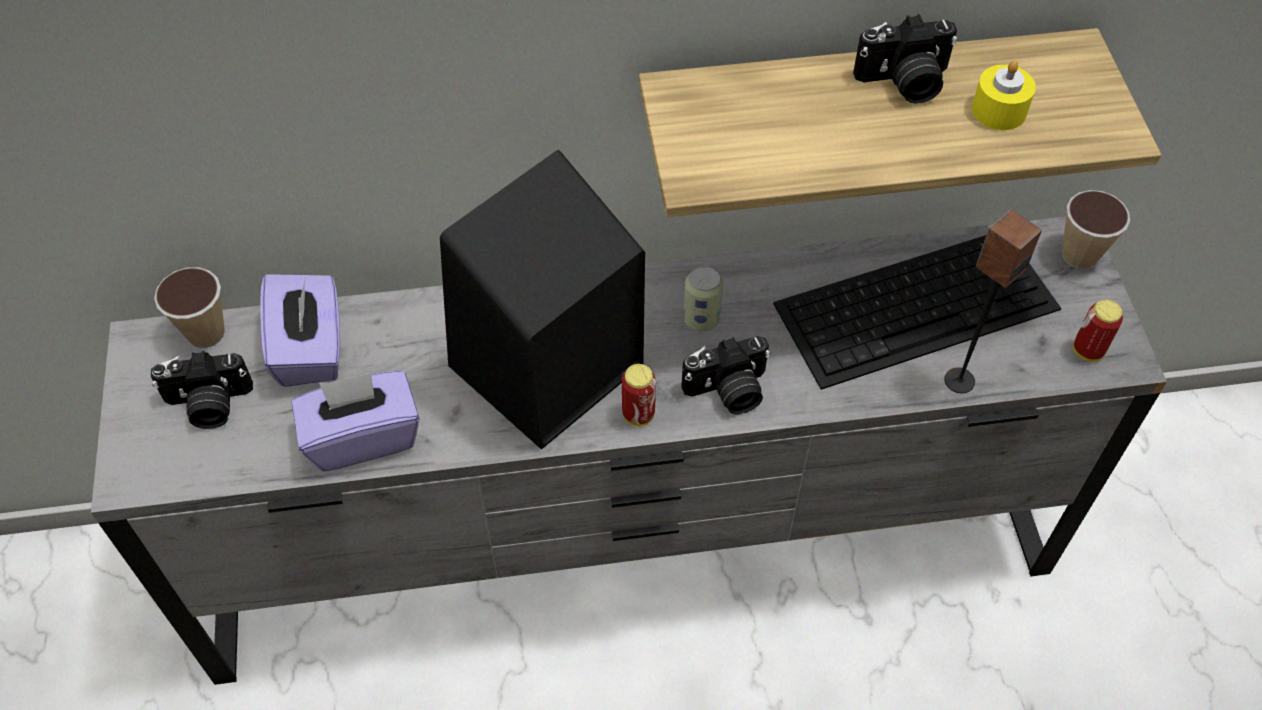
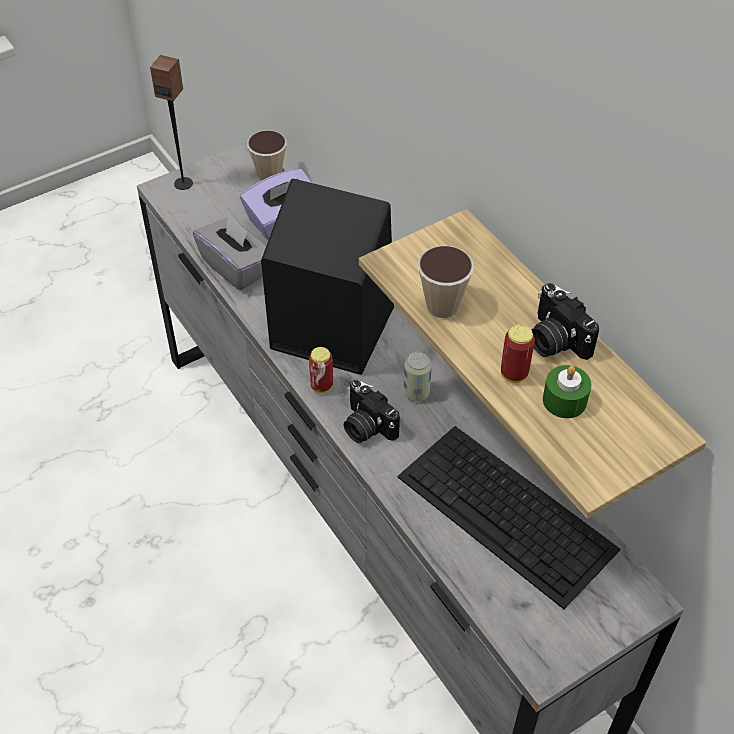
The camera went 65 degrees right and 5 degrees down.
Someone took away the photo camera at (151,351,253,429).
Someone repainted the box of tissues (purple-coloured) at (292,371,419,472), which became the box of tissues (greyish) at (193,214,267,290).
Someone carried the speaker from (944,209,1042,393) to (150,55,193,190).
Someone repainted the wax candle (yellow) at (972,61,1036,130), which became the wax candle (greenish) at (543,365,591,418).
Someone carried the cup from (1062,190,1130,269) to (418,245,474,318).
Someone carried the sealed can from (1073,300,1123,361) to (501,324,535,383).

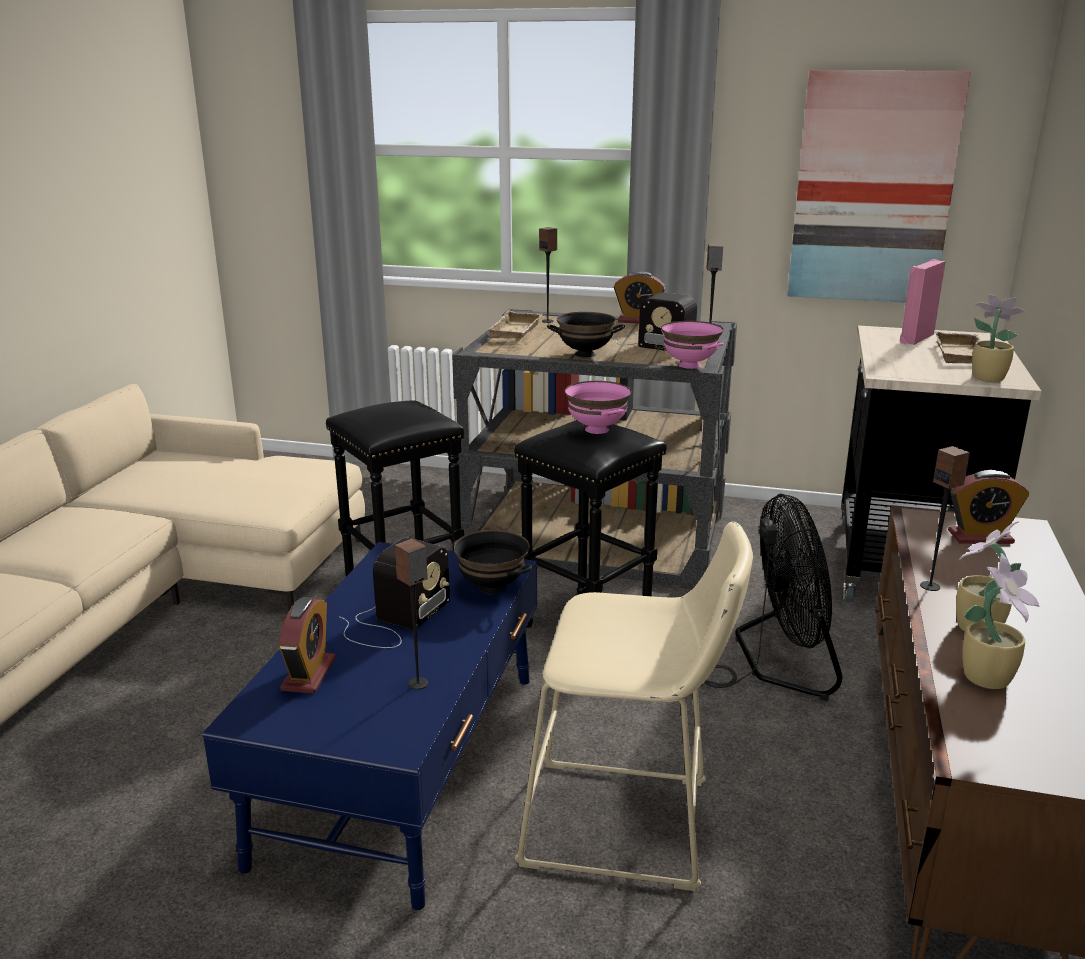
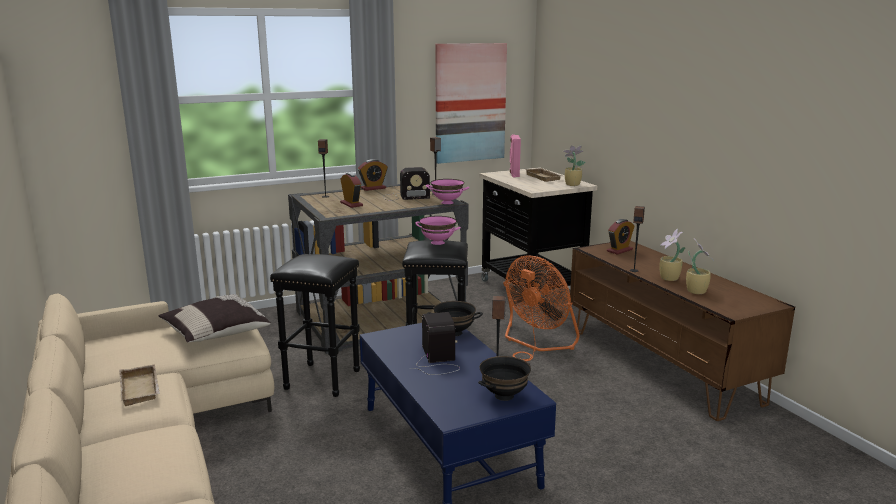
The camera went 40 degrees left and 5 degrees down.
Someone carried the table clock from (278,597,336,694) to (340,173,363,208).
Someone carried the carrying tray (sand-coloured) from (489,310,542,339) to (119,364,160,406).
Someone took away the stool (sand-coloured) at (514,521,753,891).
Someone carried the deep dish (black) from (547,312,625,358) to (478,356,531,401).
Someone repainted the fan (black) at (702,494,842,702), which became the fan (orange) at (503,255,580,361).
Someone put down the throw pillow at (158,294,271,342).

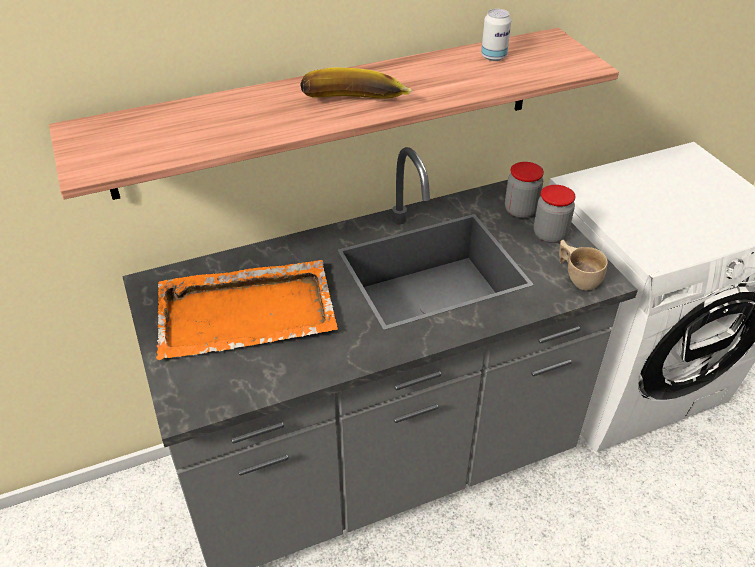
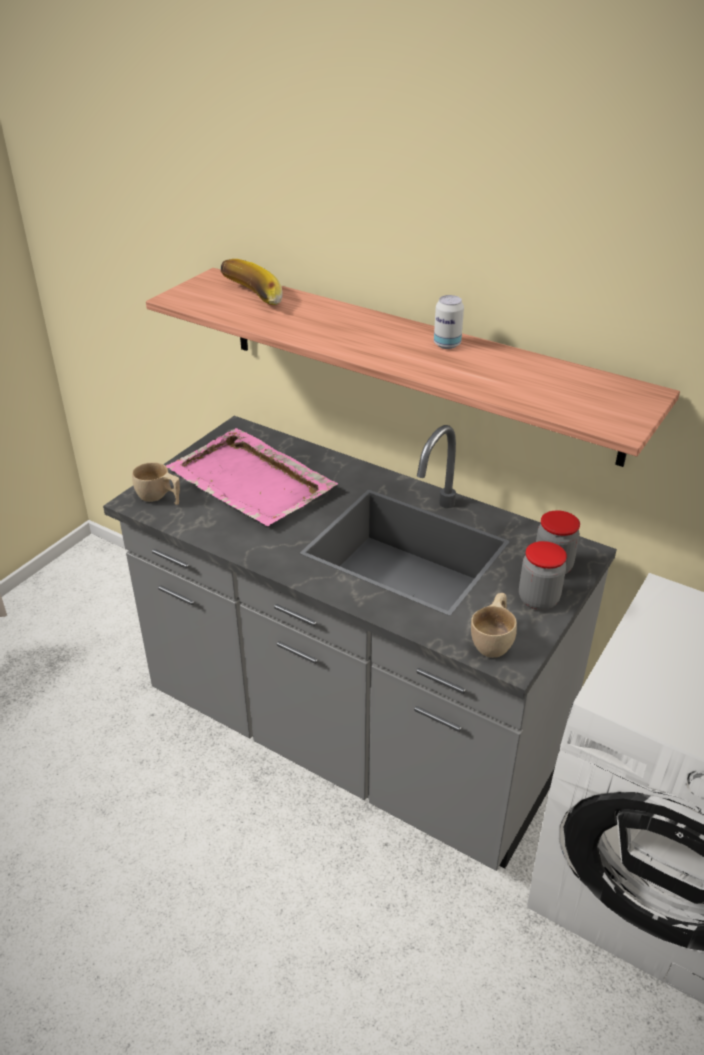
The camera went 55 degrees right and 5 degrees down.
Someone repainted the carrying tray (orange) at (156,260,338,361), which became the carrying tray (pink) at (166,428,338,526).
Someone carried the banana from (300,68,412,99) to (221,259,283,305).
Someone carried the sealed can from (481,9,511,61) to (434,295,464,349).
Someone put down the cup (sand-coloured) at (132,462,180,505).

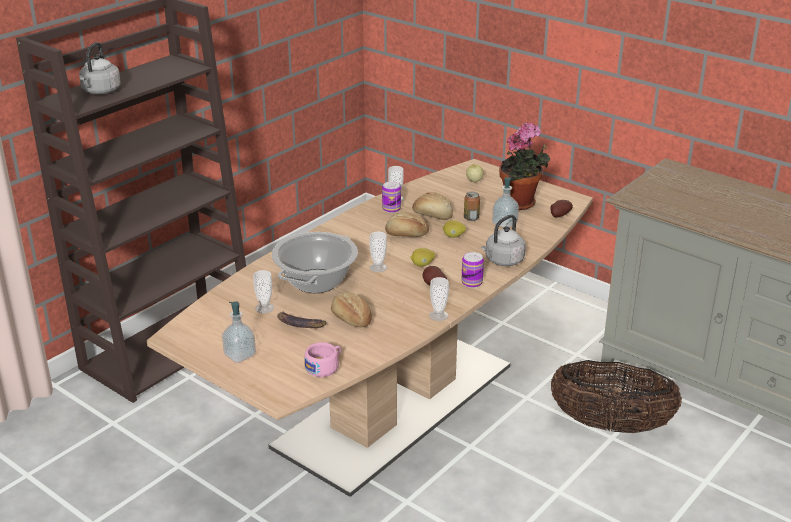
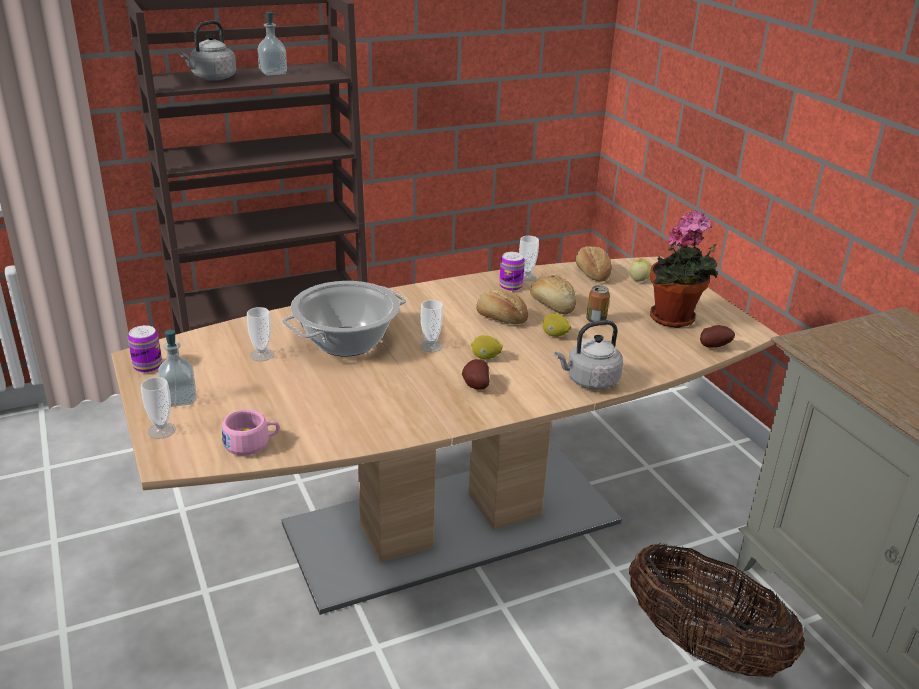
The camera went 25 degrees right and 0 degrees up.
Someone took away the banana at (277,311,327,328).
Someone carried the bakery bread from (331,292,372,327) to (575,246,612,282).
Someone carried the cup from (429,277,449,321) to (141,377,176,439).
Someone carried the sealed can from (462,252,484,288) to (128,325,162,373).
Someone carried the soap bottle from (492,177,519,227) to (257,12,287,75).

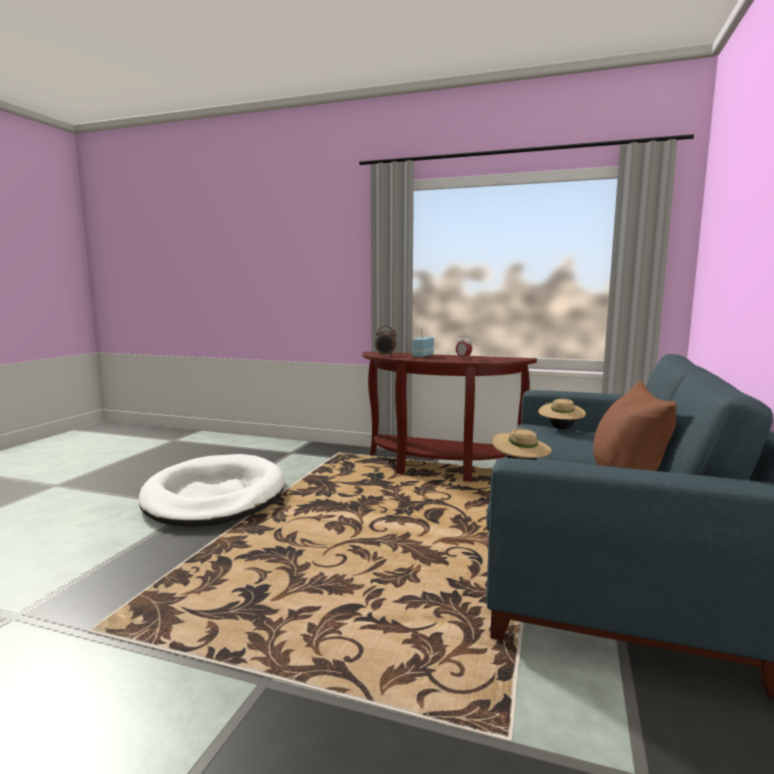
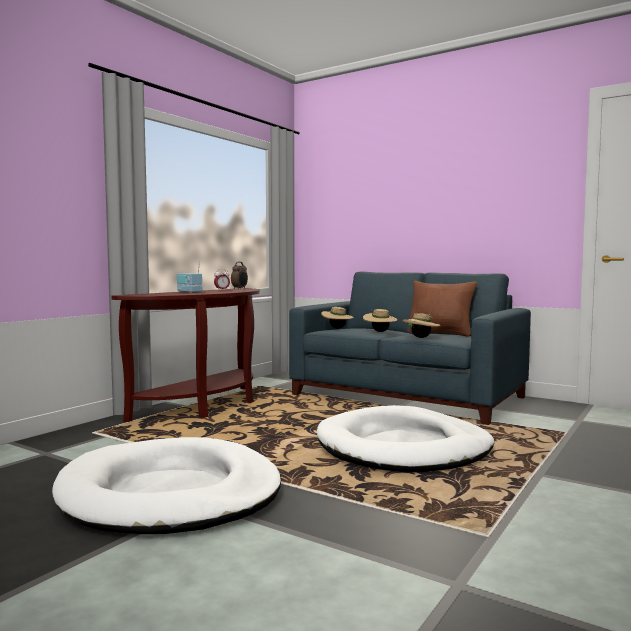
The camera went 75 degrees left and 5 degrees down.
Someone carried the table clock from (375,326,396,356) to (231,262,248,289).
Someone put down the pet bed (whitish) at (317,405,494,472).
Someone put down the wearable hat (sand-coloured) at (363,309,397,332).

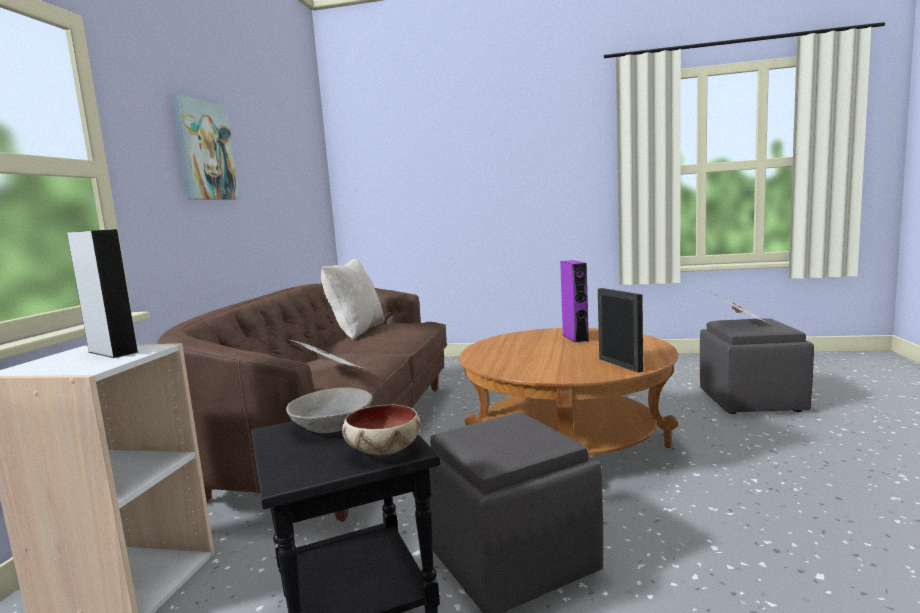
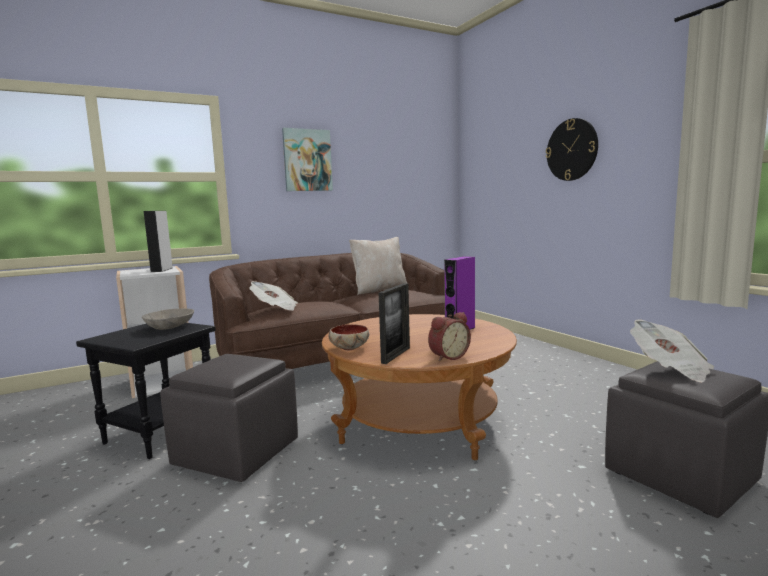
The camera went 50 degrees right and 0 degrees up.
Someone carried the deep dish from (342,405,420,457) to (328,324,369,350).
Someone put down the table clock at (428,312,471,362).
Someone put up the hanging clock at (546,118,598,181).

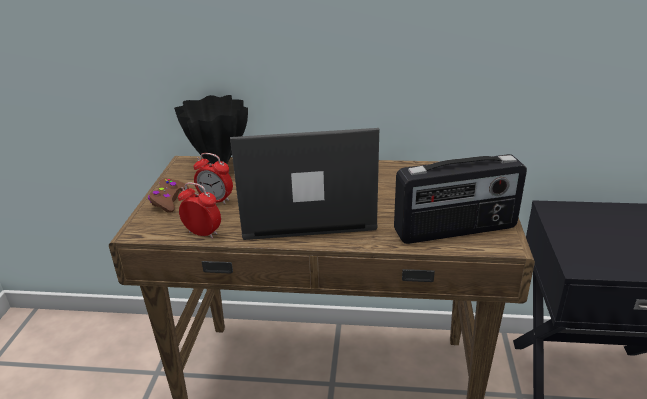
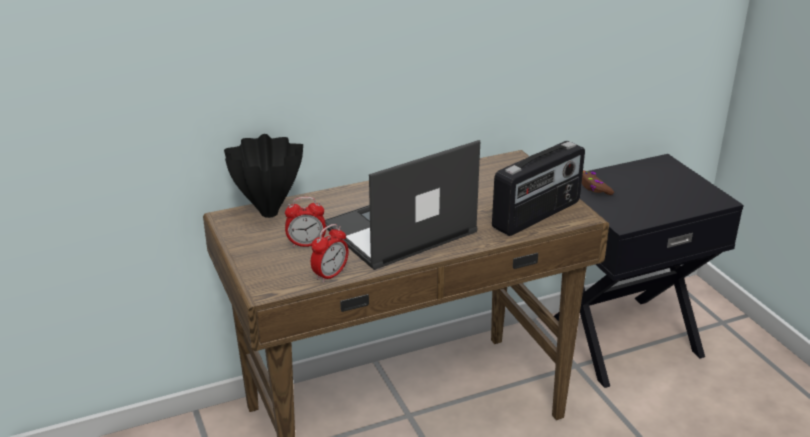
The camera went 30 degrees left and 0 degrees up.
Someone carried the joypad (brown) from (148,178,189,213) to (582,170,614,195).
Someone rotated the table clock at (178,182,221,239) by 135 degrees clockwise.

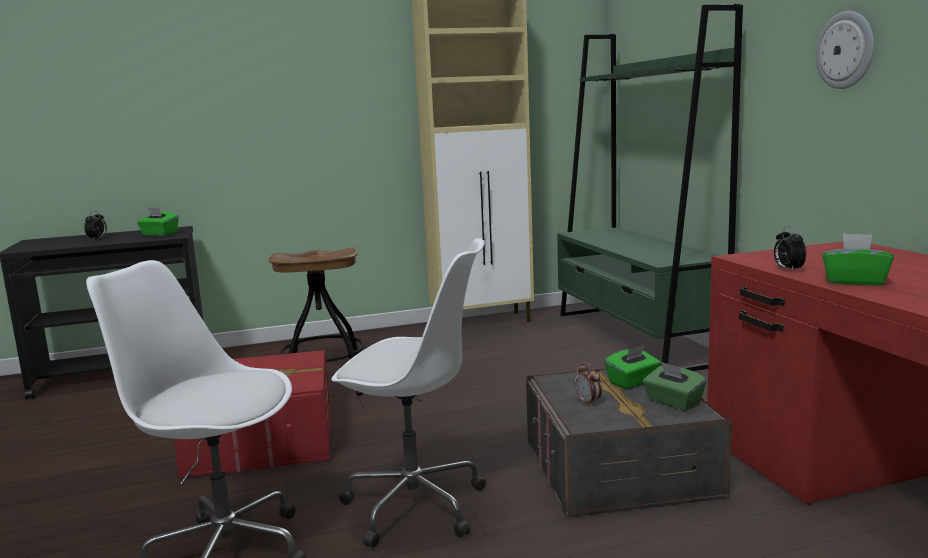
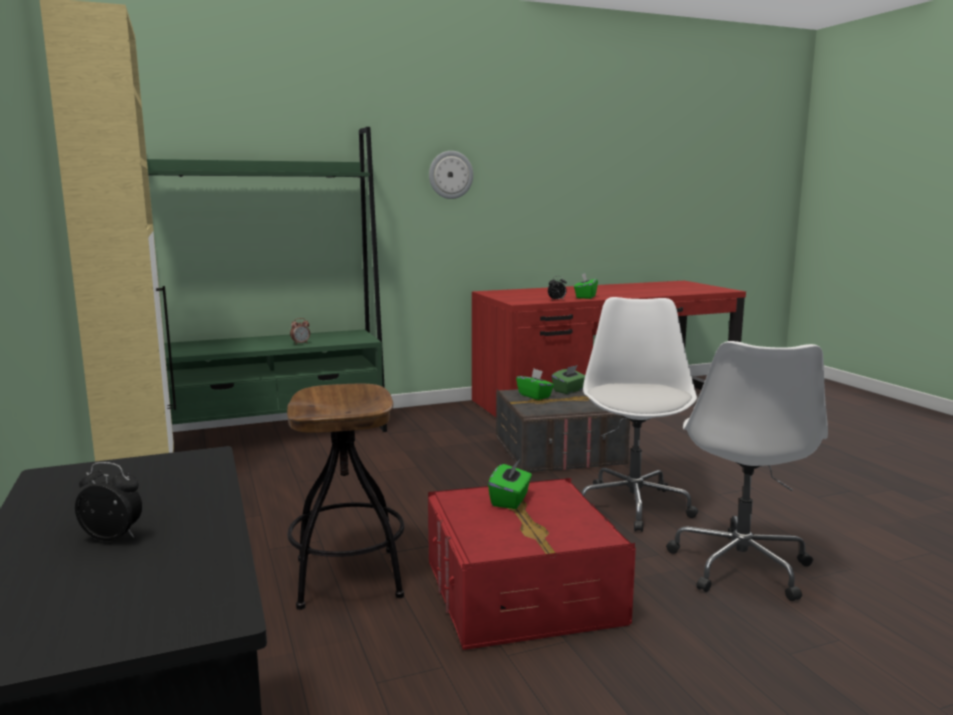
The camera went 95 degrees left and 0 degrees up.
Someone carried the box of tissues (greenish) from (137,207,179,236) to (488,461,532,509).
Someone carried the table clock from (575,362,602,406) to (290,318,310,345).

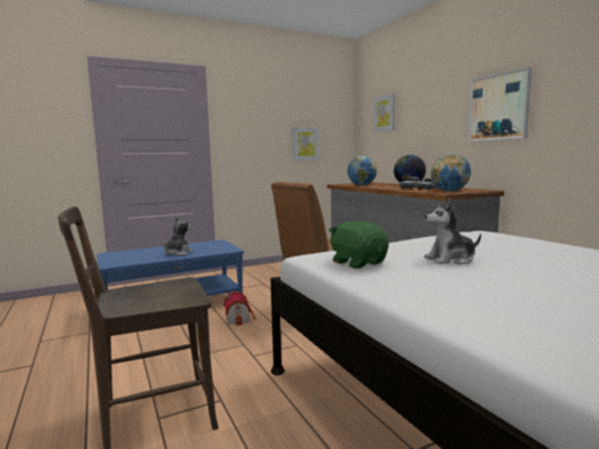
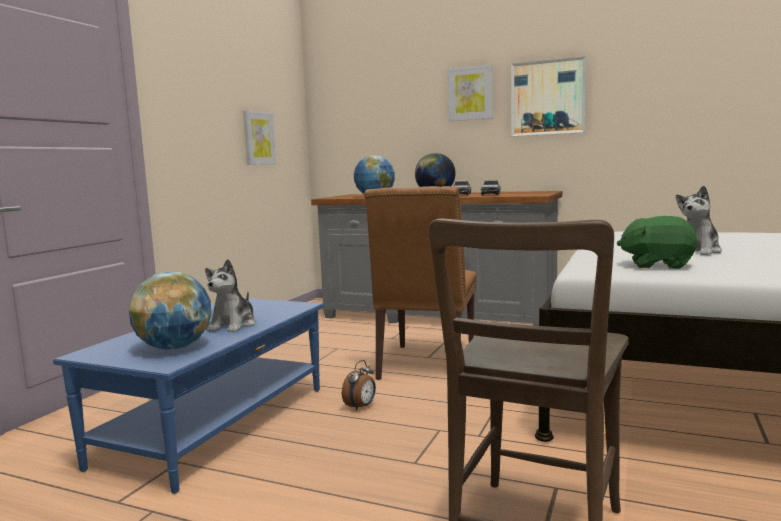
The camera went 40 degrees left and 0 degrees up.
Someone rotated the plush toy at (163,216,193,256) by 150 degrees counterclockwise.
Someone swapped the toy house at (223,292,255,326) for the table clock at (342,360,376,411).
Someone carried the wall picture from (374,93,395,132) to (448,64,493,121).
Someone carried the world globe from (431,153,471,192) to (129,272,212,350).

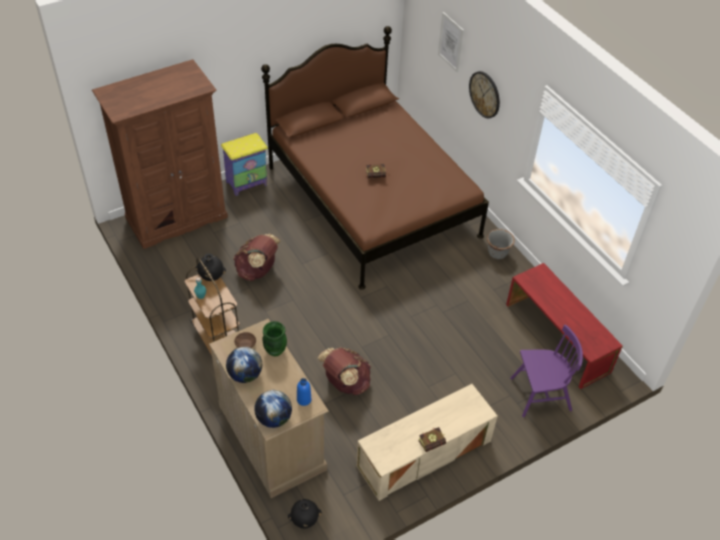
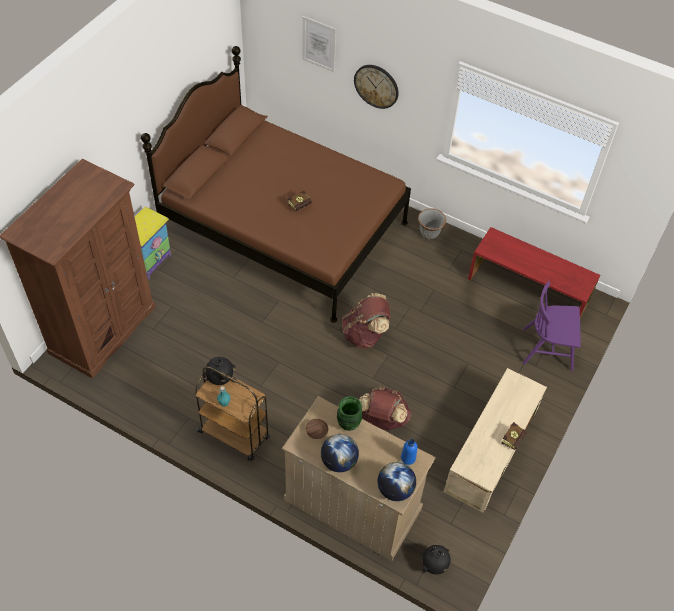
The camera went 30 degrees left and 5 degrees up.
Someone carried the knapsack (brown) from (233,234,281,281) to (342,293,390,349).
Someone rotated the upright chair (purple-coloured) at (510,325,583,417) by 135 degrees counterclockwise.

